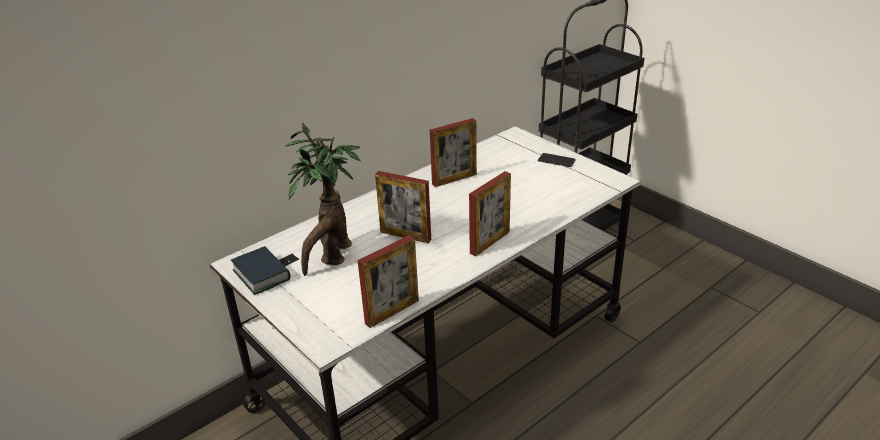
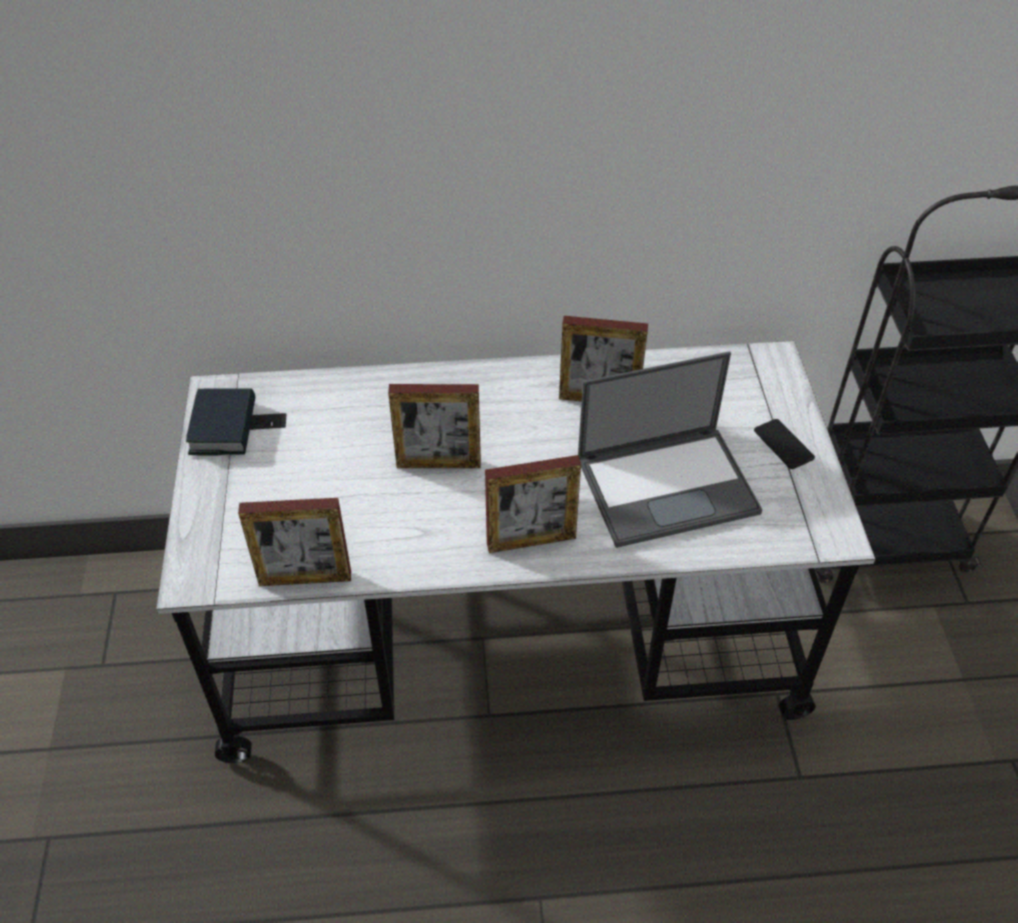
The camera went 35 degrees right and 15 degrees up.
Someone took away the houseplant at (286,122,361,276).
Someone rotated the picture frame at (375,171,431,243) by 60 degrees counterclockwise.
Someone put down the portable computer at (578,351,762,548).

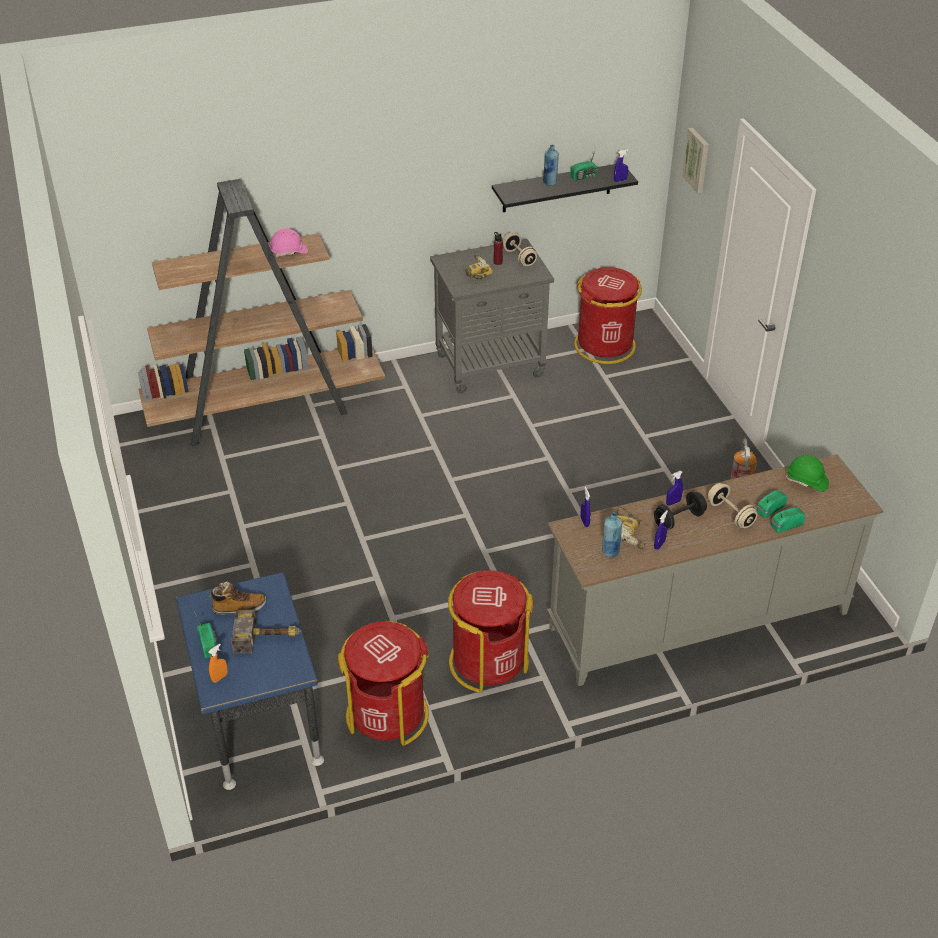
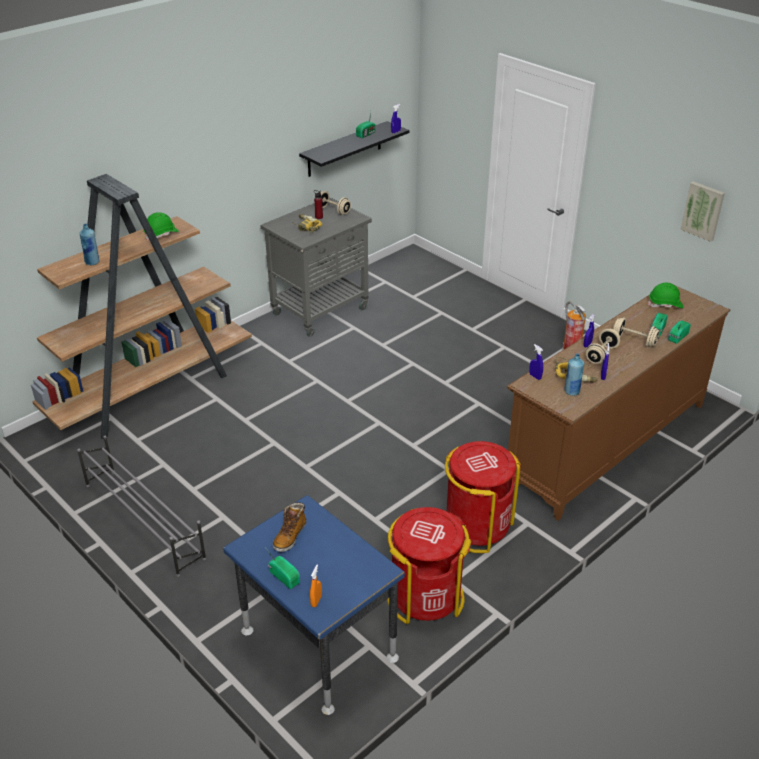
The camera went 25 degrees left and 5 degrees down.
Someone rotated the boot at (209,581,266,615) by 150 degrees clockwise.
Someone took away the tool hammer at (231,610,301,653).
Someone repainted the work helmet (pink) at (270,228,308,258), which became the work helmet (greenish) at (144,212,179,241).
Someone carried the beverage bottle (blue) from (543,145,559,186) to (79,224,99,265).
Someone repainted the storage cabinet (greyish) at (547,454,884,686), which became the storage cabinet (brown) at (506,285,731,521).
Someone took away the trash can (red-coloured) at (574,267,642,364).
Someone repainted the hand weight (black) at (654,492,707,530), which became the hand weight (sand-coloured) at (586,329,620,364).
Someone carried the wall picture from (682,128,709,193) to (680,181,725,242).
Someone put down the shoe rack (greyish) at (77,435,206,577).

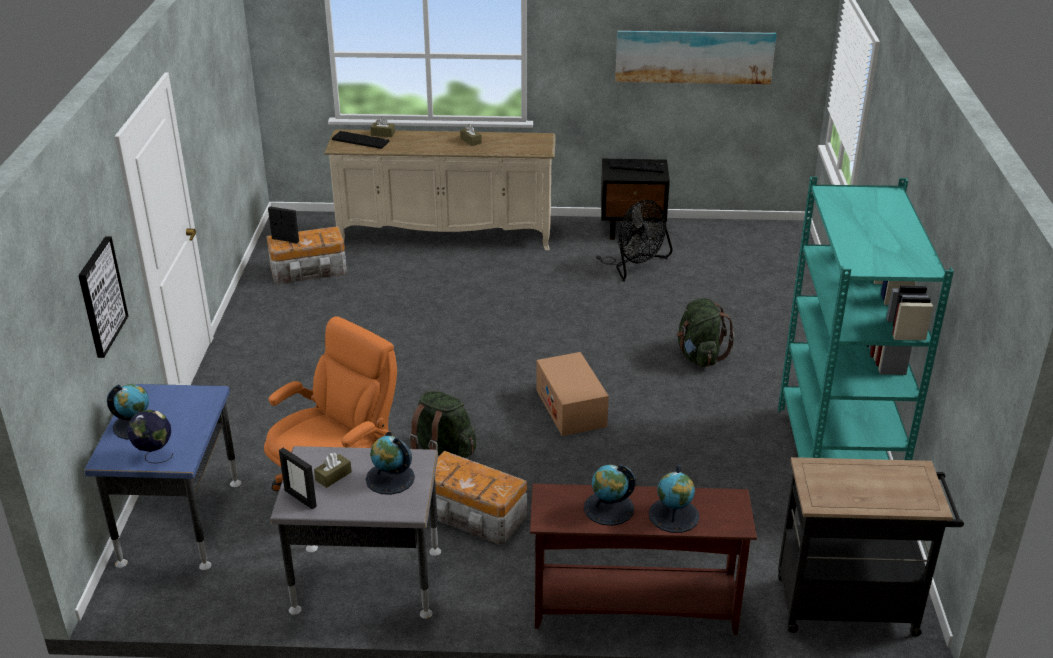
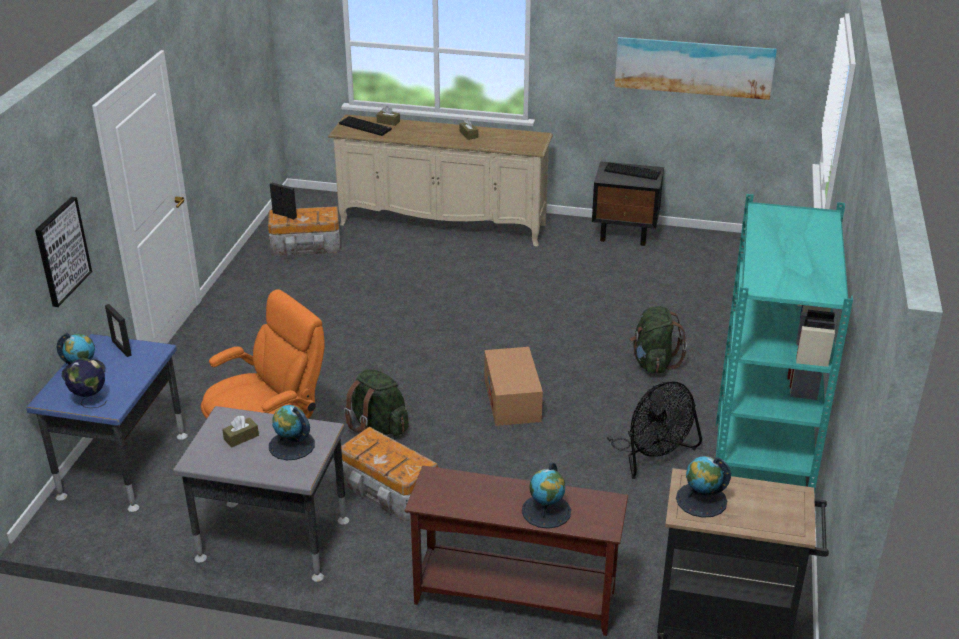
The camera went 10 degrees right and 0 degrees up.
Someone carried the picture frame from (279,448,317,510) to (105,304,132,357).
Someone carried the world globe from (584,464,635,526) to (676,456,731,518).
Someone carried the fan (black) from (596,200,673,282) to (607,382,702,479).

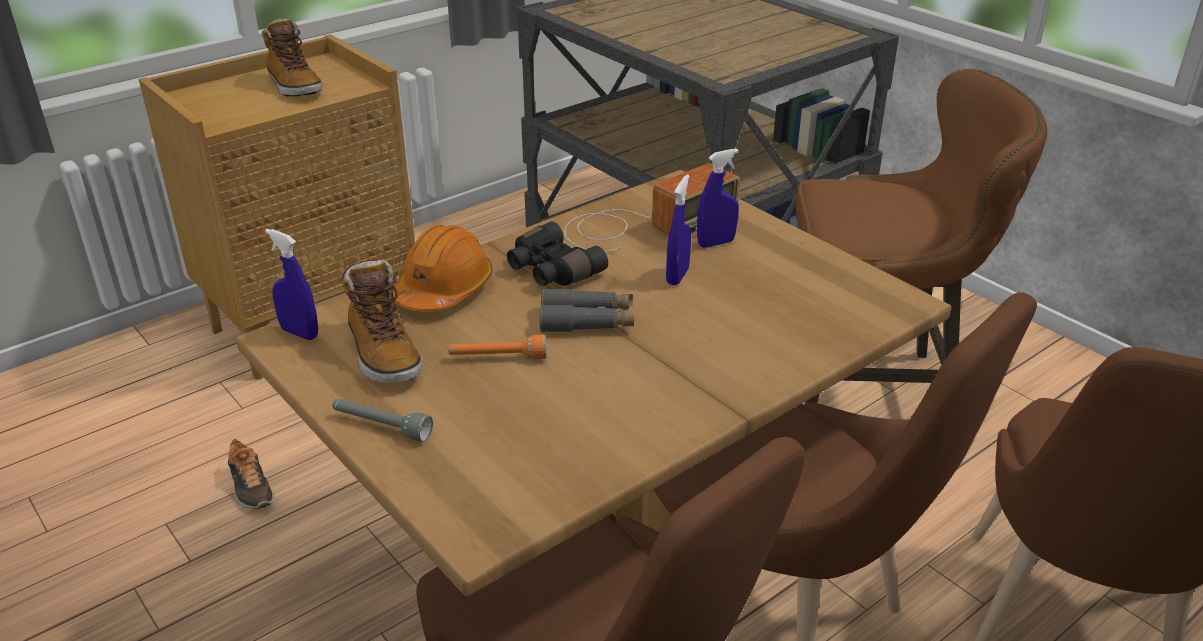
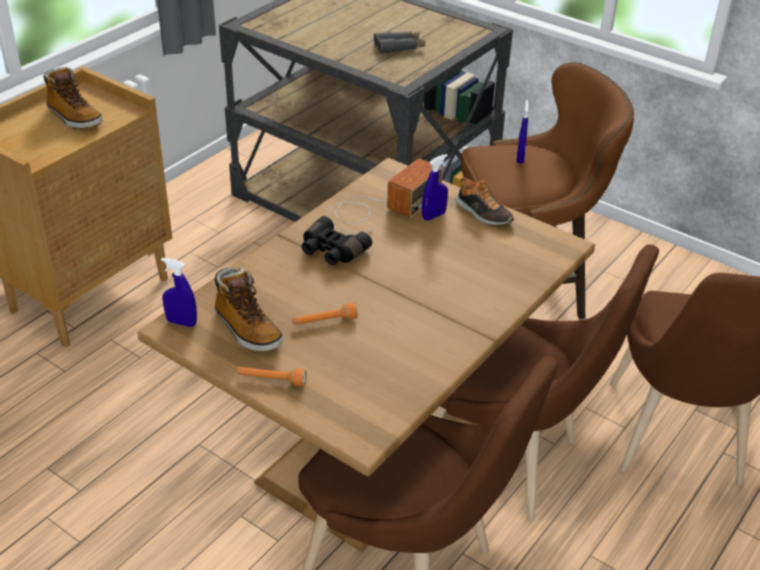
The camera went 15 degrees left and 5 degrees up.
Someone carried the shoe from (228,439,275,509) to (456,177,514,225).
Someone repainted the torch (greyish) at (332,399,433,442), which became the torch (orange) at (237,367,307,387).
Someone took away the work helmet (orange) at (393,225,493,312).
Someone carried the binoculars (greyish) from (540,288,634,332) to (374,32,425,54).
Someone carried the sprayer (blue) from (666,174,691,285) to (516,100,529,164).

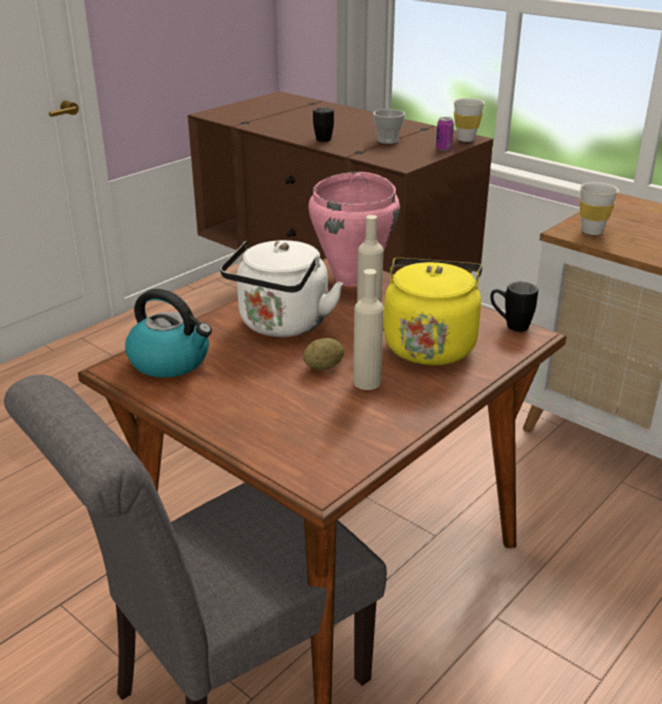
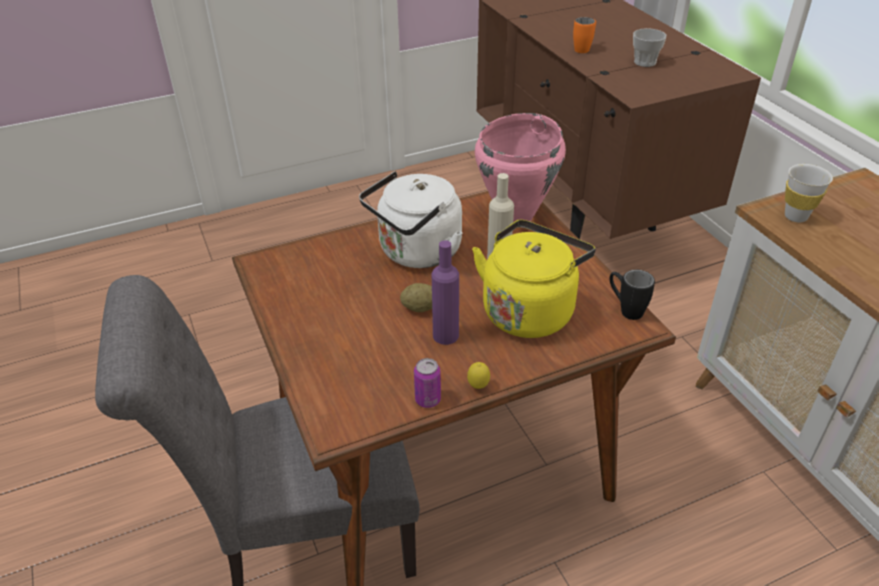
The camera went 25 degrees right and 10 degrees up.
Someone took away the water kettle at (125,289,212,378).
Someone repainted the mug (black) at (313,107,334,142), which became the mug (orange) at (573,17,596,53).
Someone repainted the beverage bottle (sand-coloured) at (353,269,384,390), which became the beverage bottle (purple-coloured) at (431,240,459,345).
Someone carried the sealed can from (436,117,454,151) to (414,358,441,408).
Someone took away the cup (whitish) at (453,98,485,142).
Someone put down the whole lemon at (467,362,490,389).

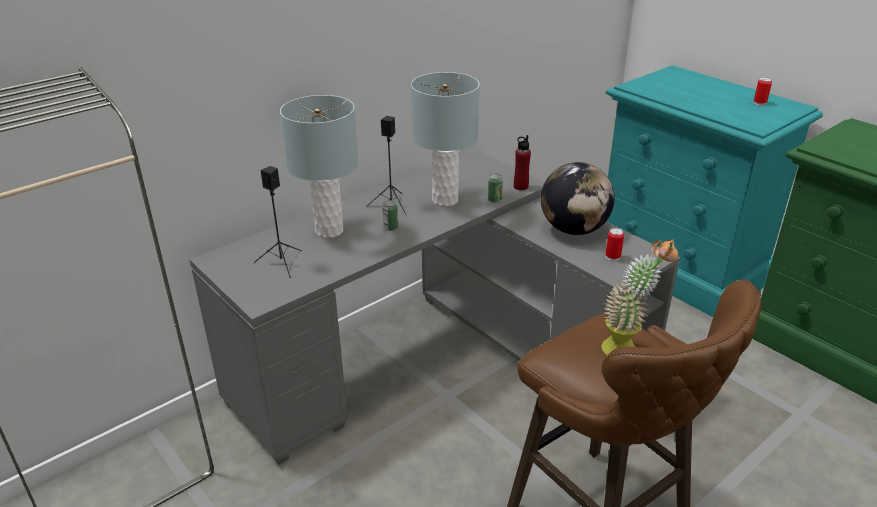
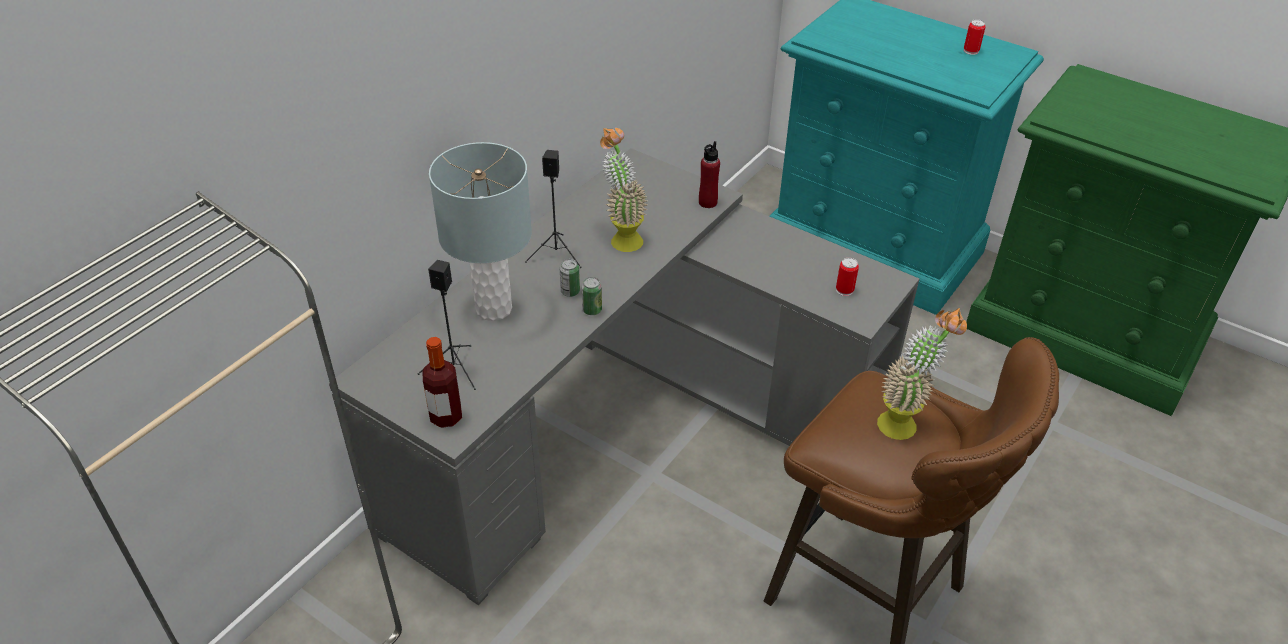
The camera went 15 degrees left and 10 degrees up.
Someone swapped the lamp for a table (greyish) at (411,72,480,207) for the houseplant at (600,128,647,252).
Someone carried the sealed can from (488,174,503,203) to (582,277,602,315).
Someone took away the world globe at (541,162,615,235).
Someone put down the beverage bottle at (422,337,462,428).

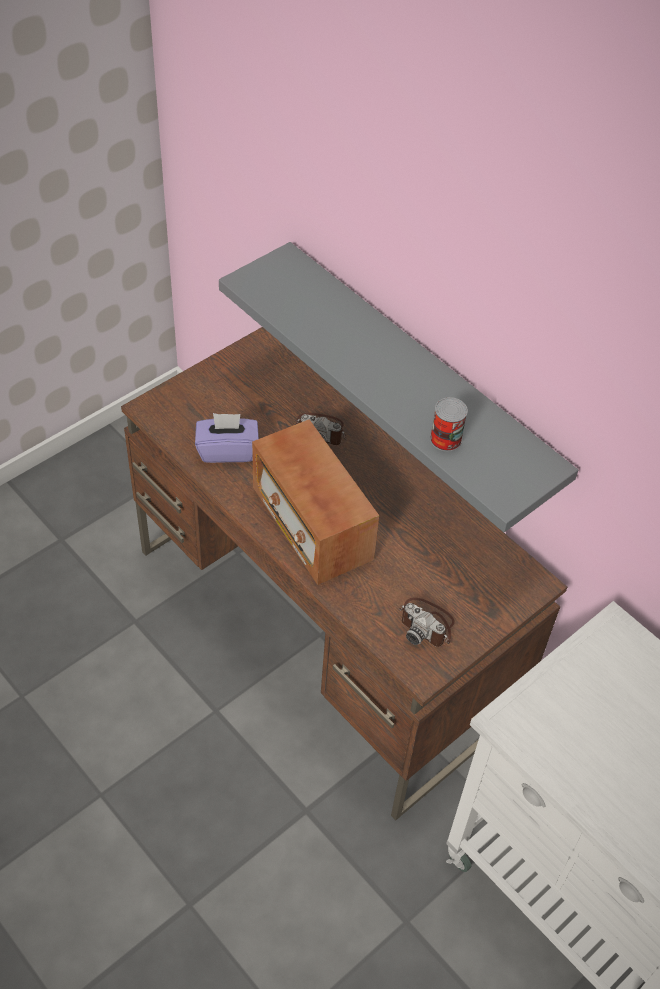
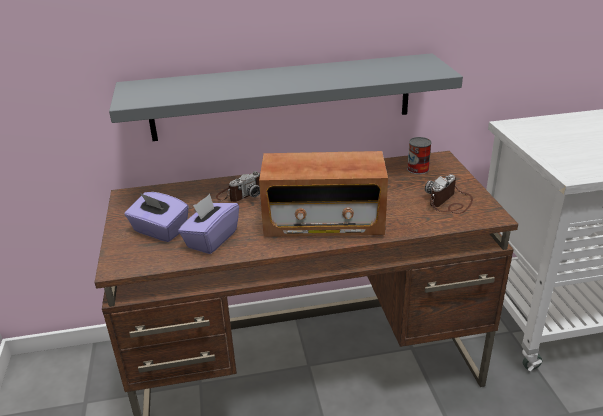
The camera went 55 degrees left and 20 degrees down.
Someone rotated the photo camera at (399,598,455,647) by 150 degrees clockwise.
Someone carried the sealed can from (430,397,468,451) to (407,137,432,174).
Someone put down the box of tissues (purple-coloured) at (125,192,189,242).

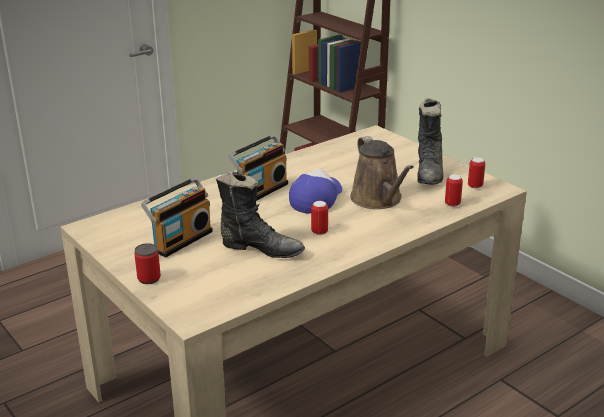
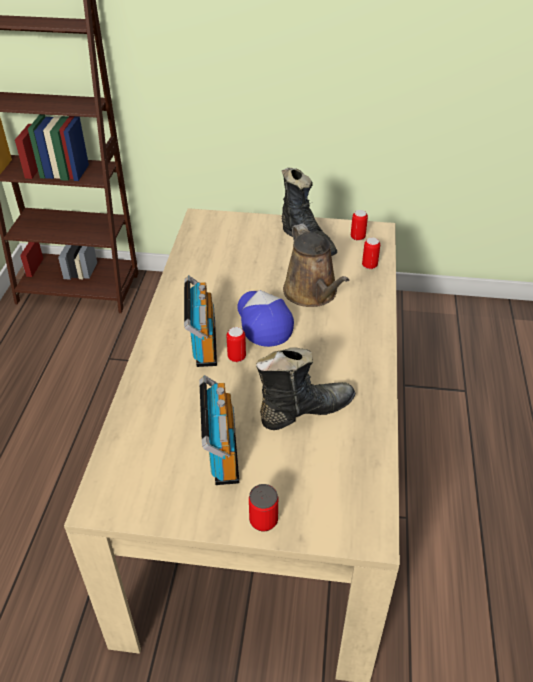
The camera went 45 degrees left and 15 degrees up.
Someone carried the sealed can from (311,201,328,235) to (227,327,246,362).
Someone rotated the sprinkling can (brown) at (350,136,414,209) by 45 degrees clockwise.

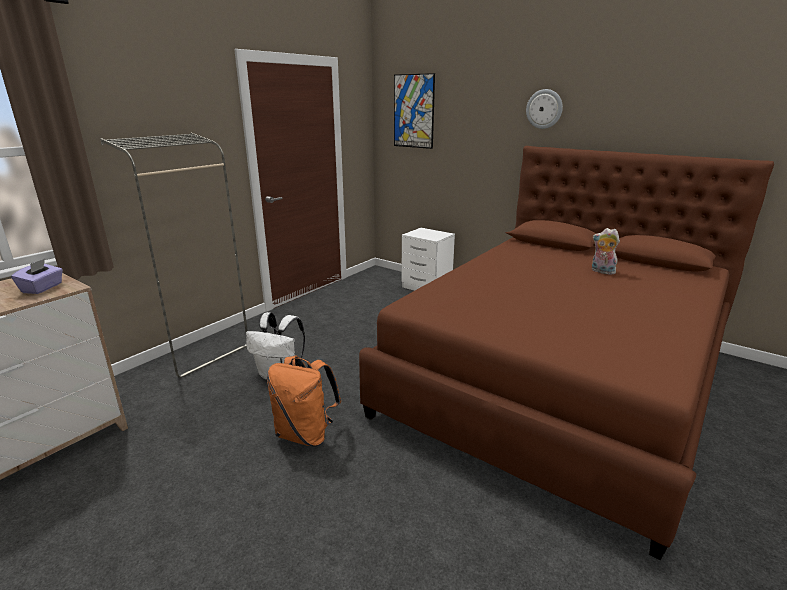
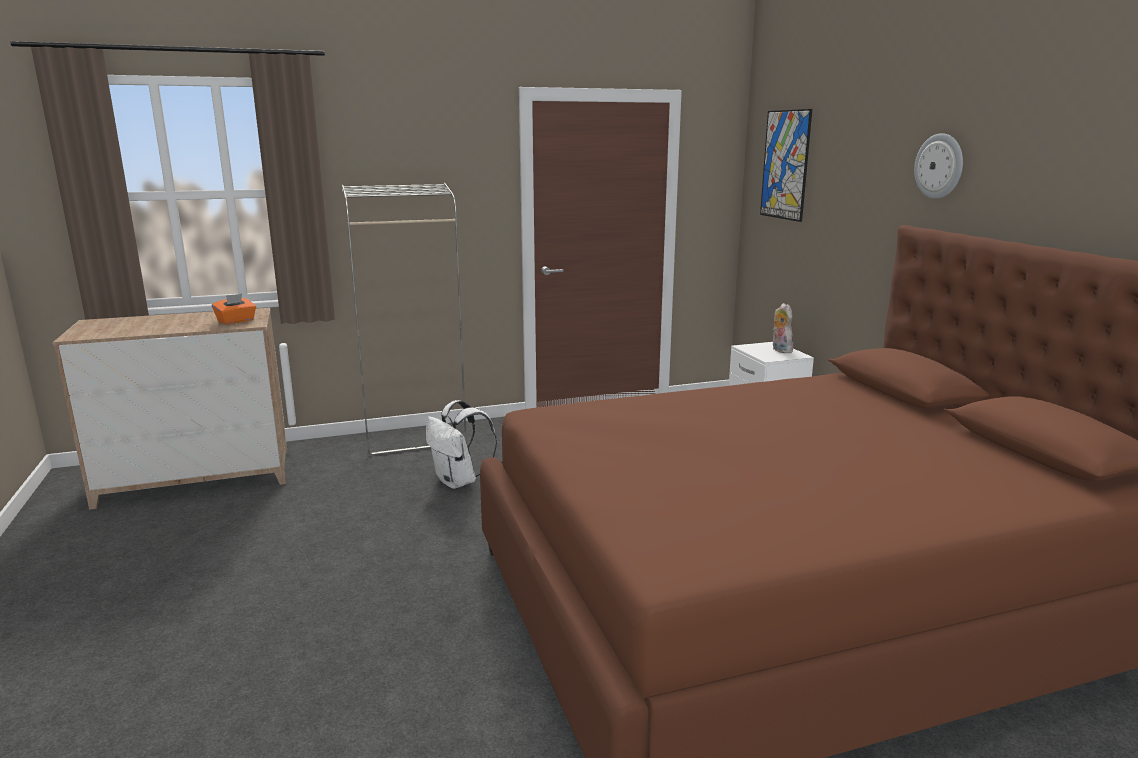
The camera went 35 degrees right and 5 degrees down.
Someone repainted the box of tissues (purple-coloured) at (11,259,63,294), which became the box of tissues (orange) at (212,294,256,325).
Someone took away the knapsack (orange) at (267,356,341,447).
Someone carried the plush toy from (592,228,620,275) to (773,303,793,353).

